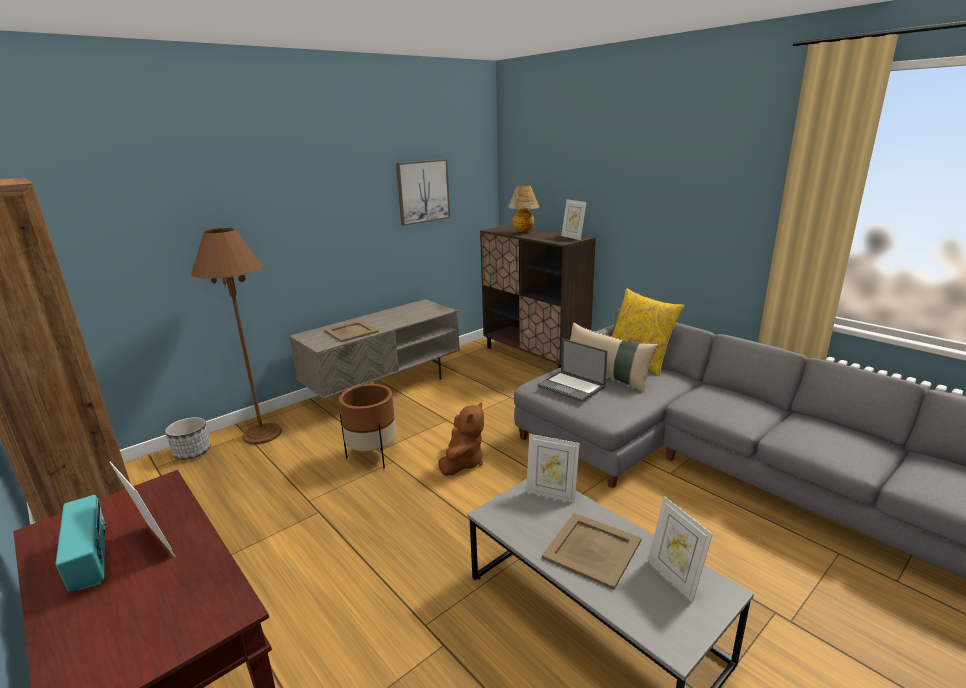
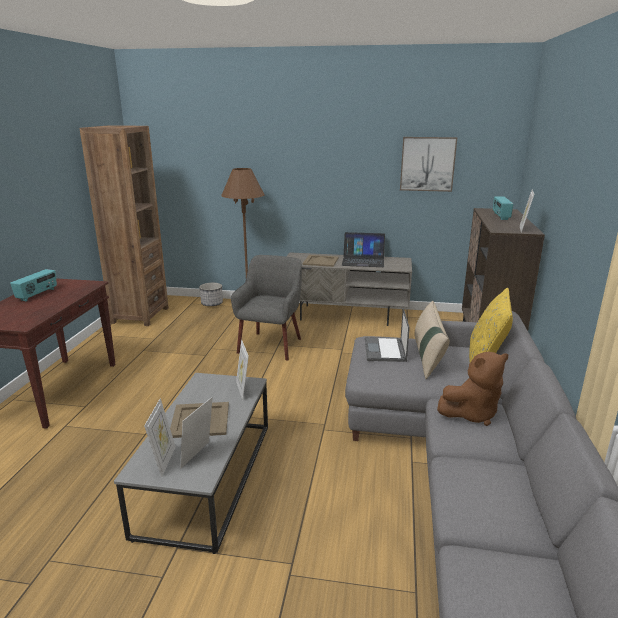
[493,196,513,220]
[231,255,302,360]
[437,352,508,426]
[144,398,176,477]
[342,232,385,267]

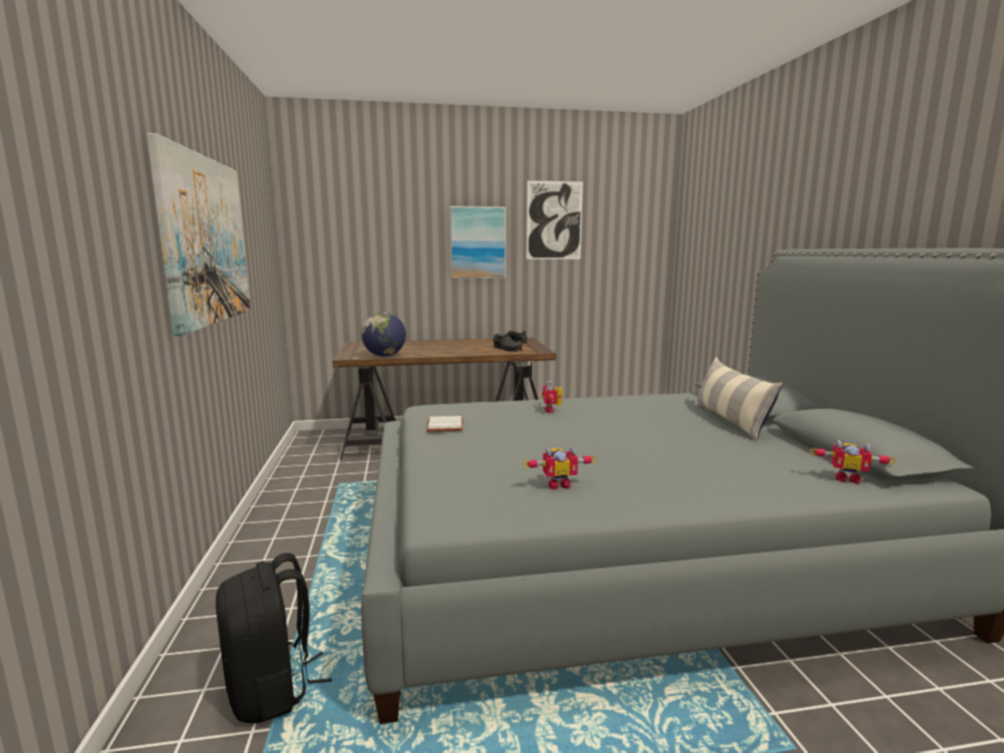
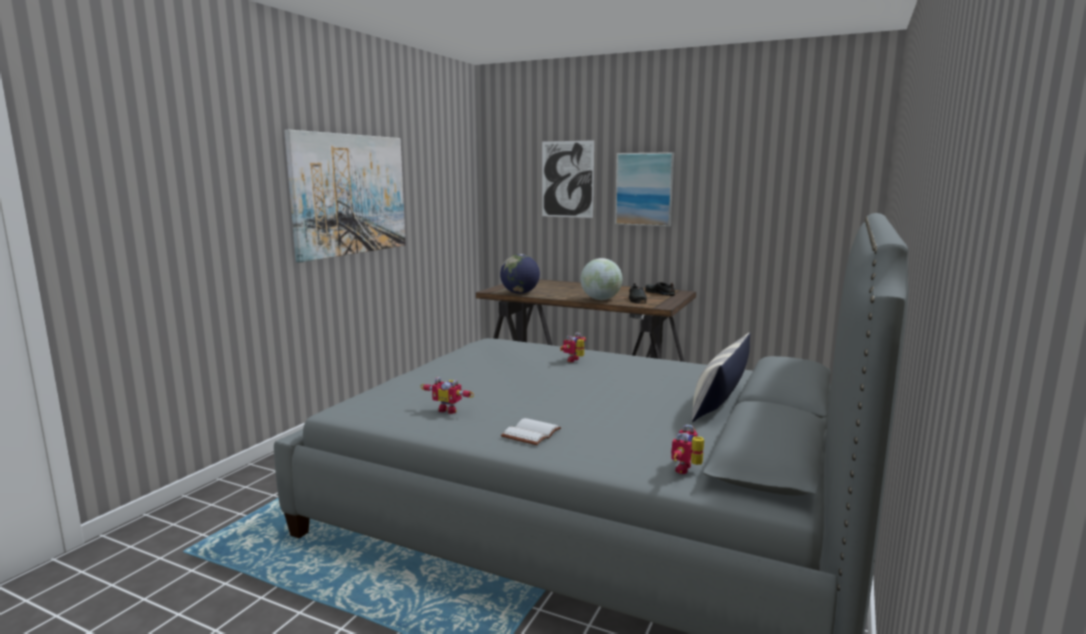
[542,140,594,218]
[501,418,561,445]
[671,424,704,474]
[216,553,332,723] (first image)
[580,258,623,300]

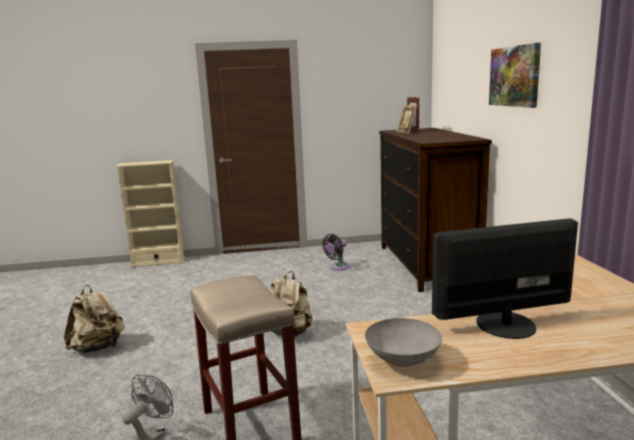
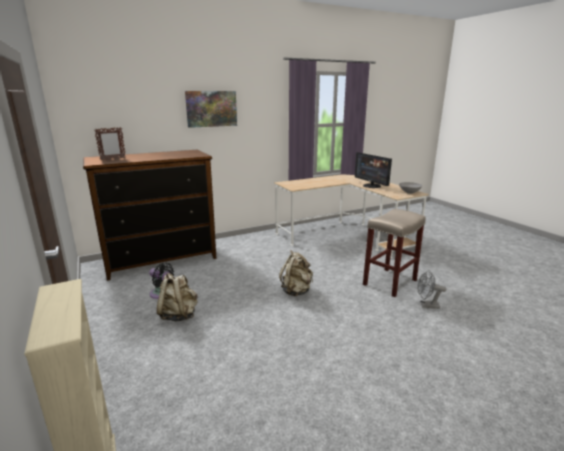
[397,105,417,133] (first image)
[157,273,197,321]

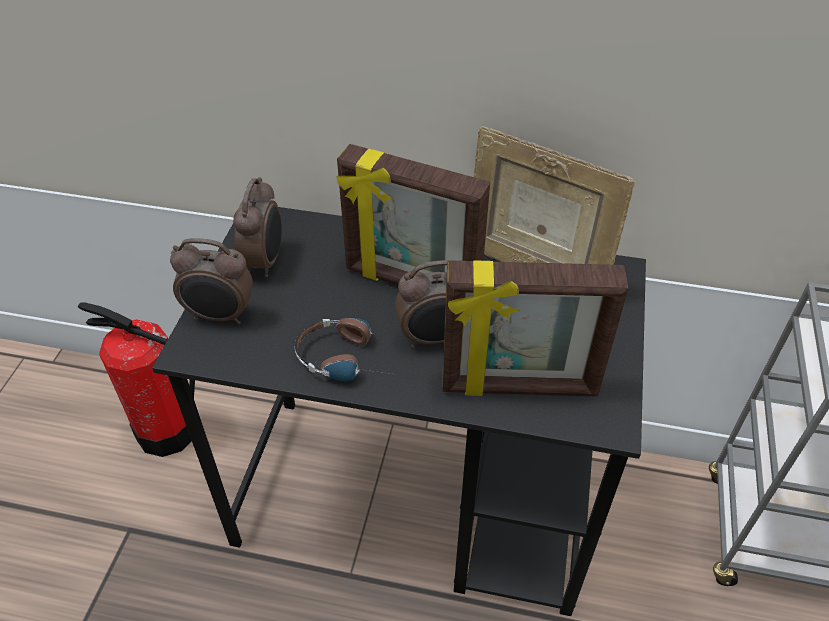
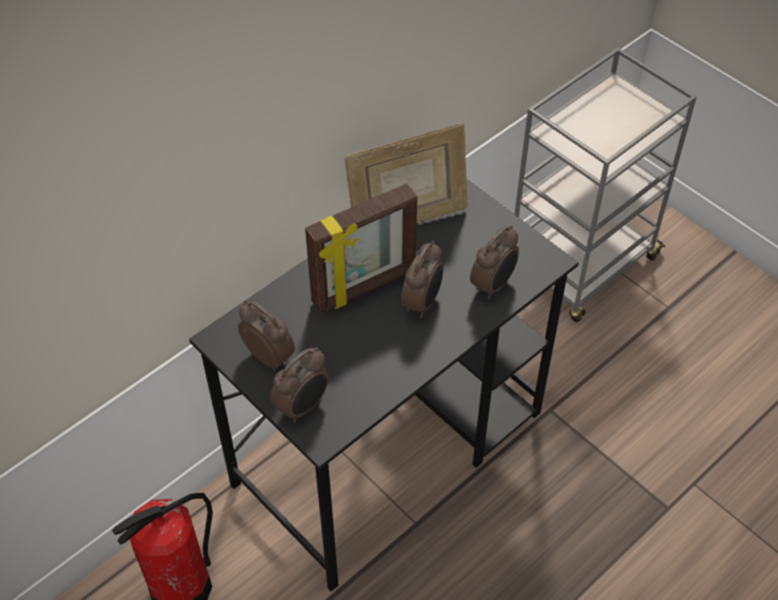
[470,225,519,299]
[295,318,391,382] (first image)

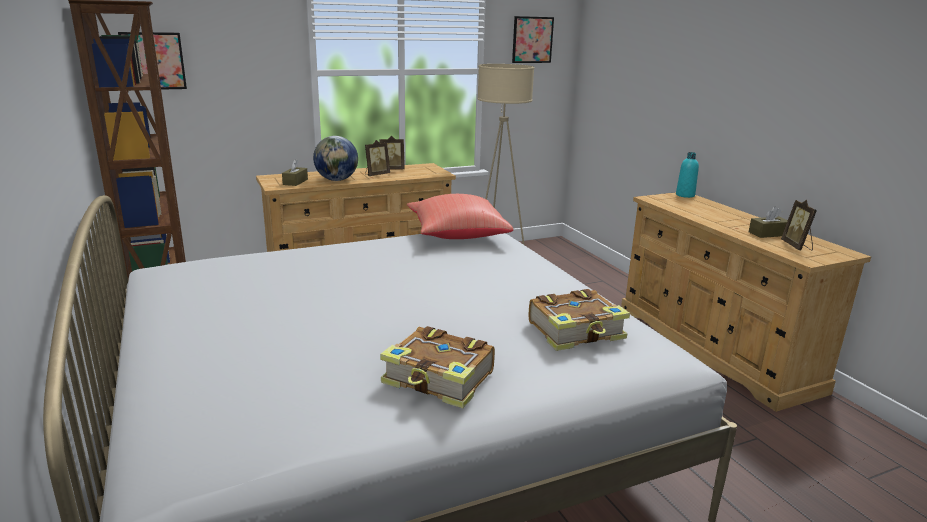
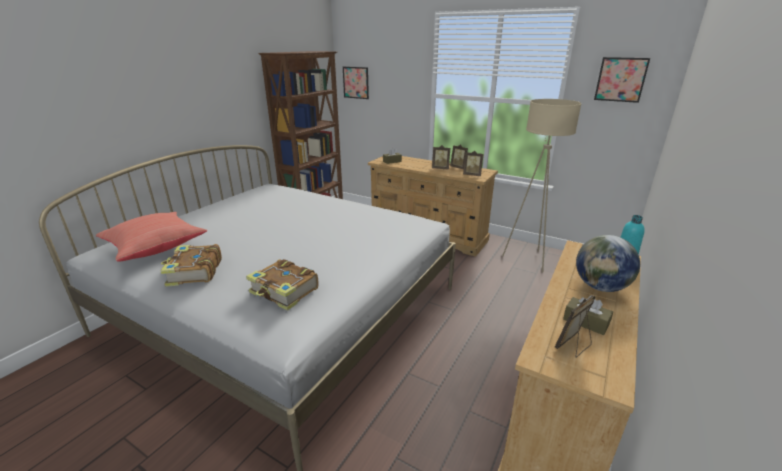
[576,235,640,292]
[96,212,207,262]
[463,151,484,176]

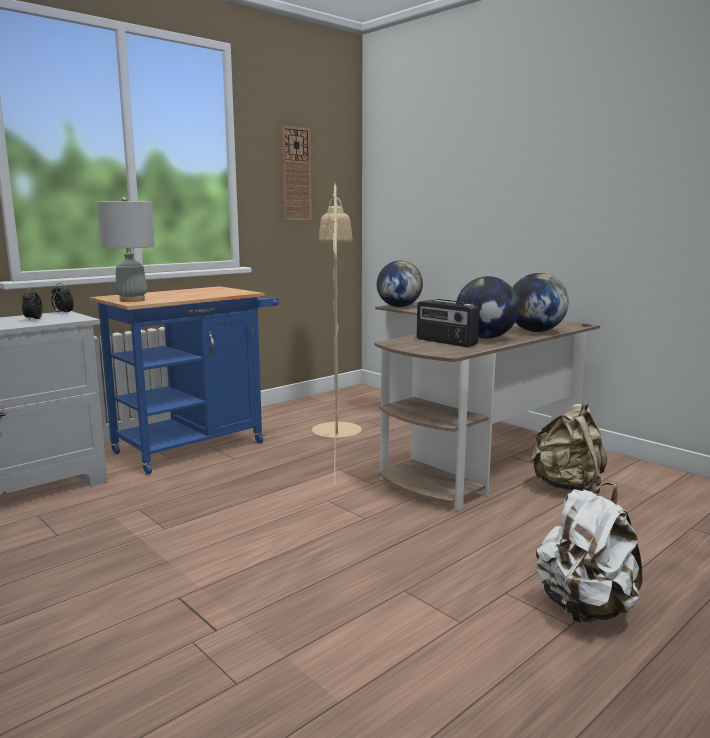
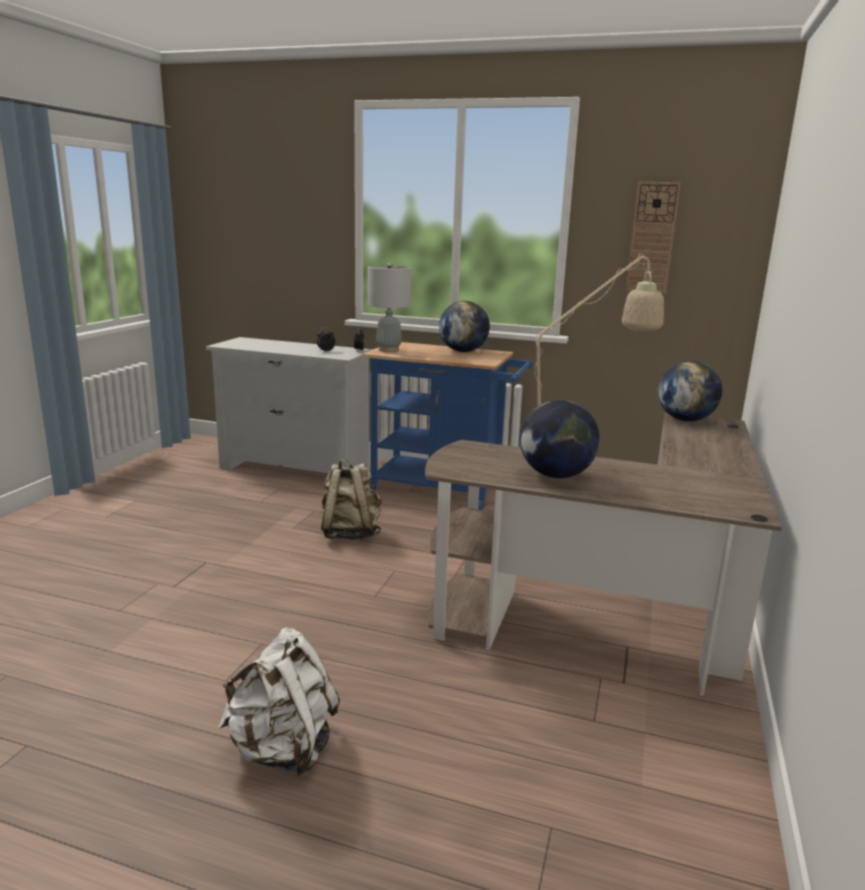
[439,301,490,352]
[417,299,479,347] (first image)
[320,459,382,540]

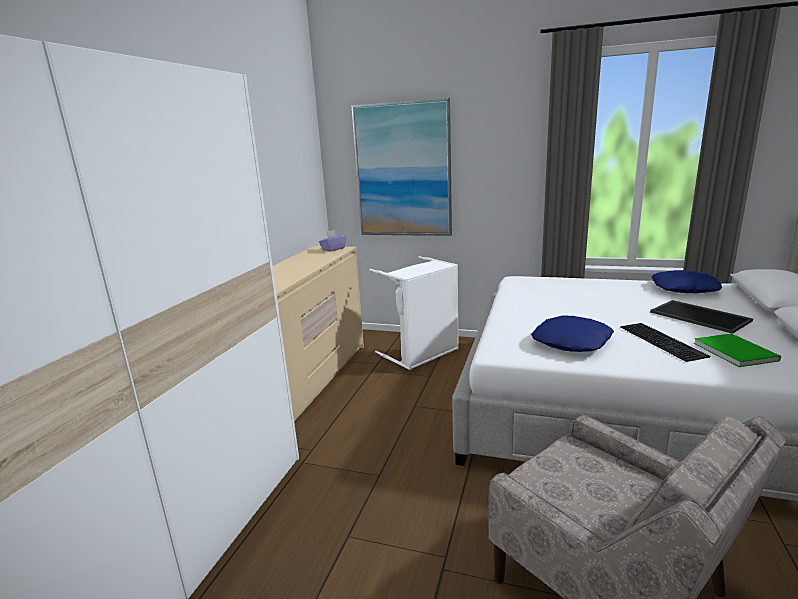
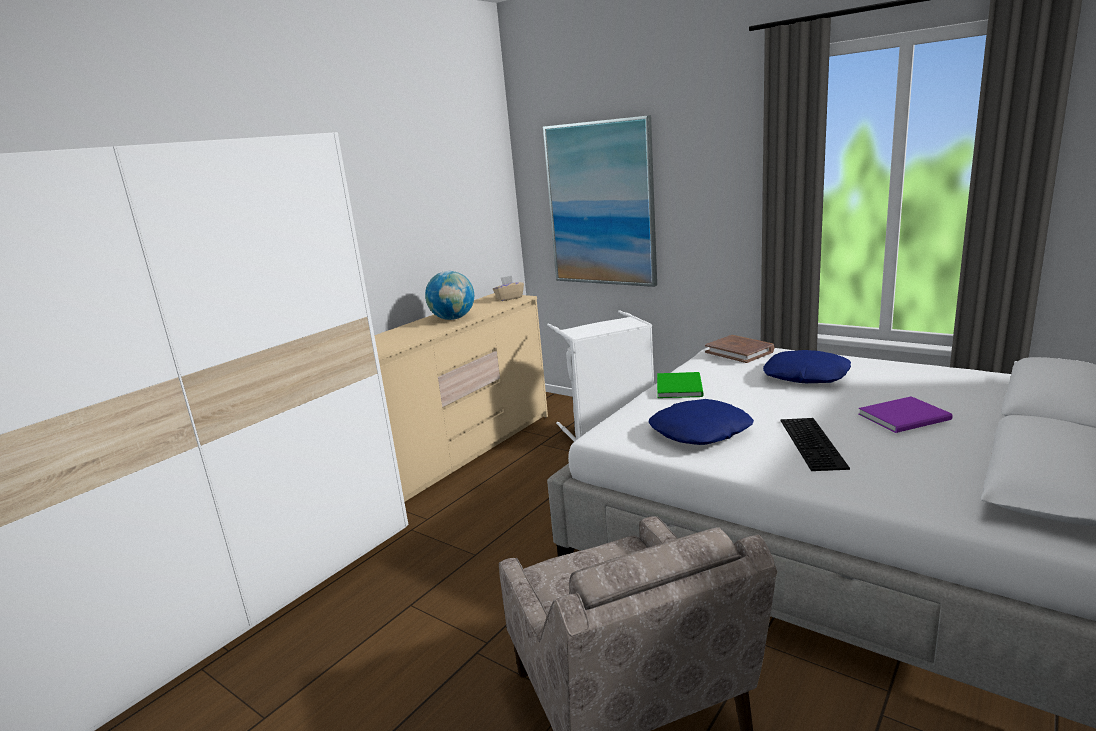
[493,276,524,301]
[763,350,851,383]
[859,396,953,433]
[657,372,704,398]
[425,271,474,320]
[705,335,774,363]

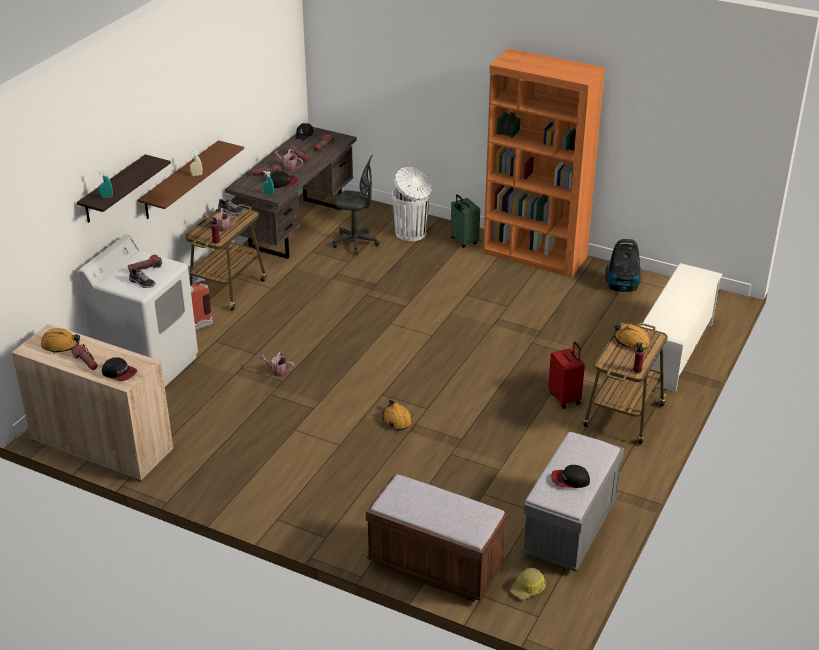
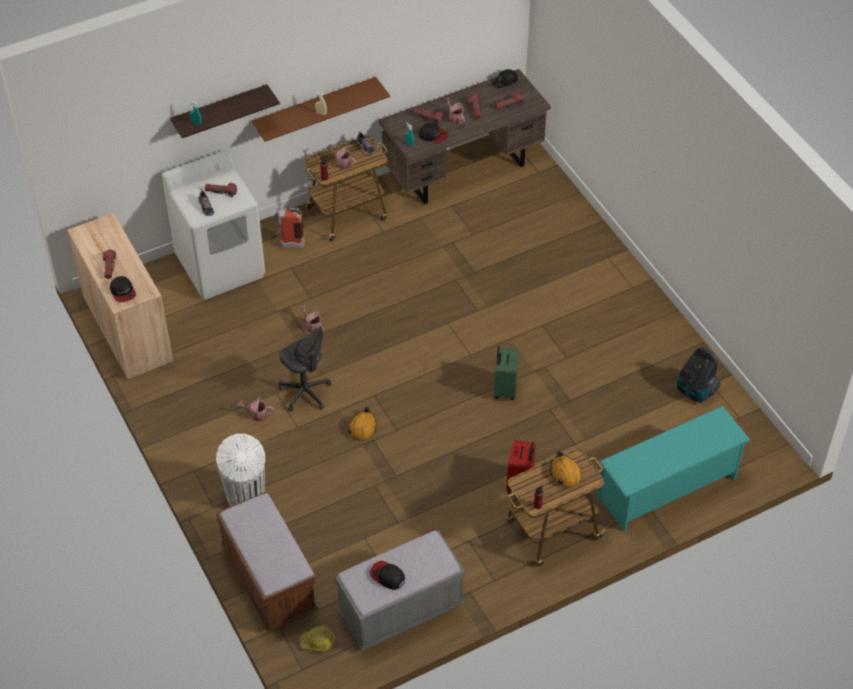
[483,48,605,278] (first image)
[279,326,331,412]
[216,433,265,506]
[494,346,519,400]
[597,406,750,531]
[41,328,80,353] (first image)
[237,398,274,422]

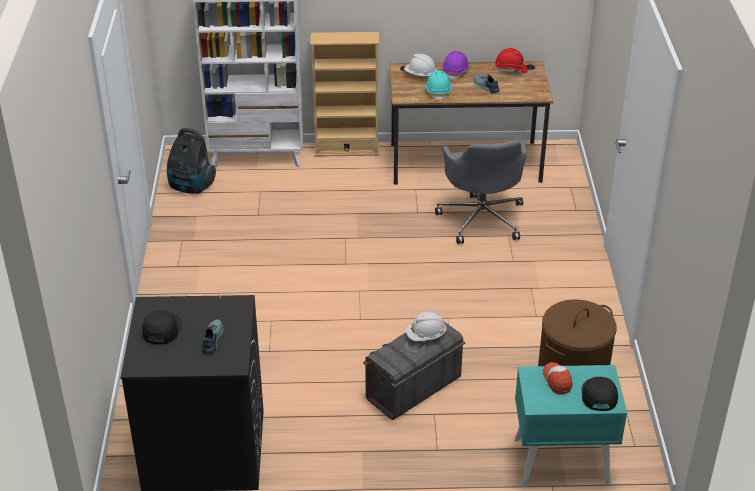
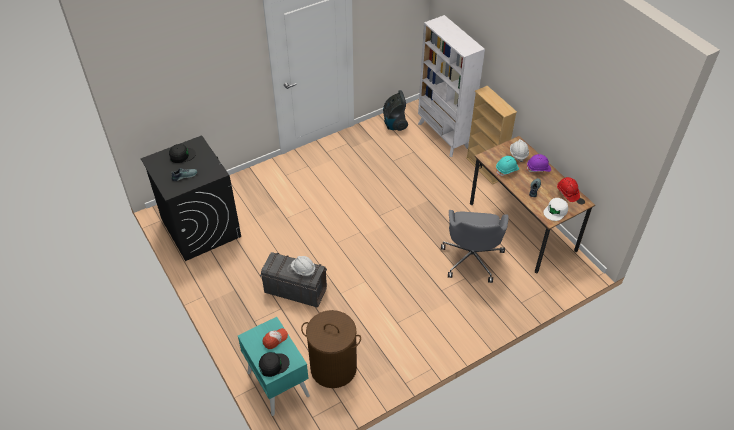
[441,210,508,283]
[543,198,568,221]

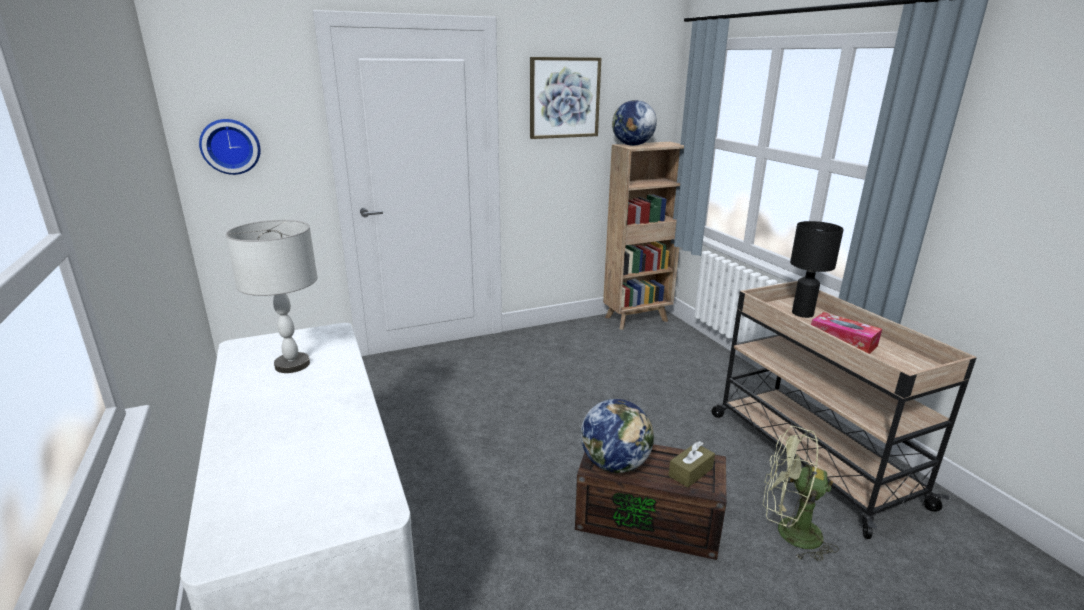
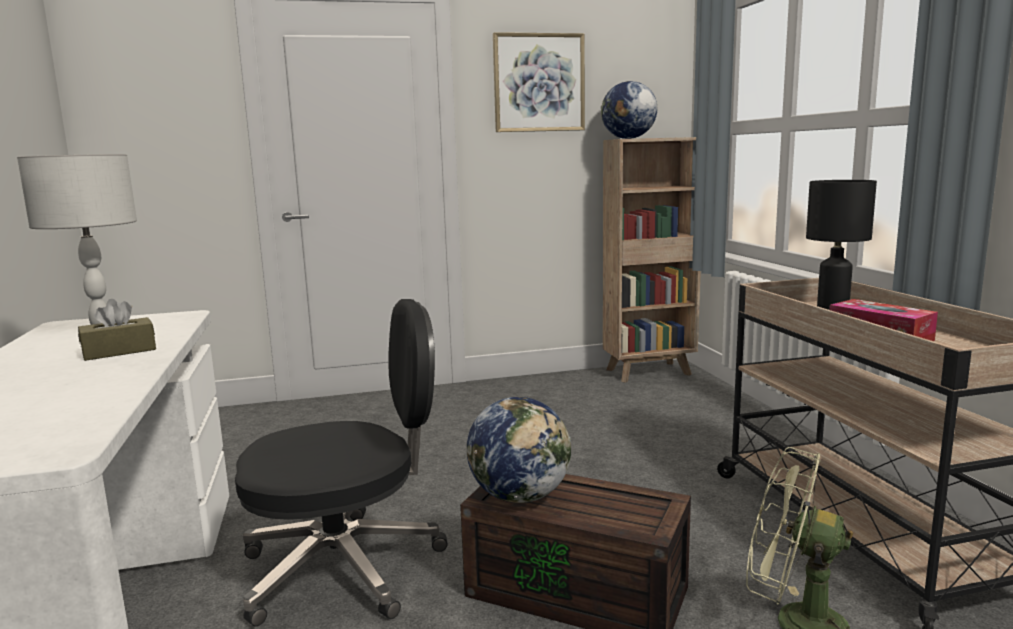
[199,119,261,175] (first image)
[78,299,156,361]
[235,299,447,626]

